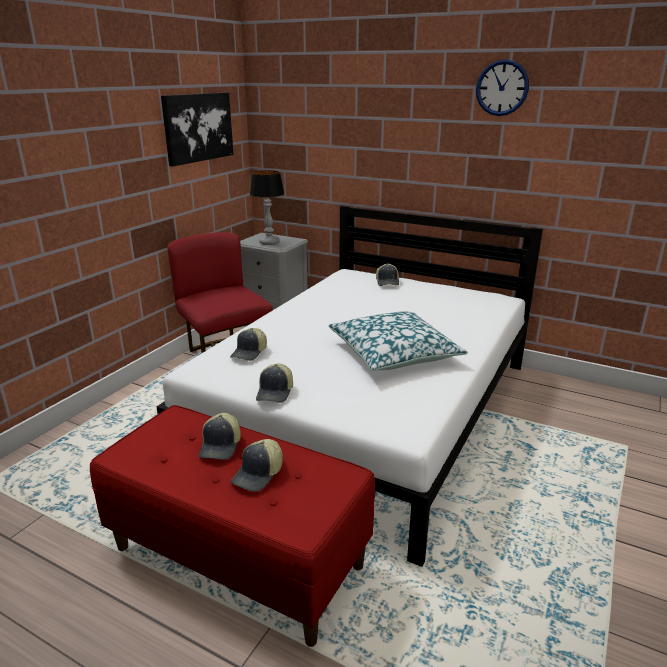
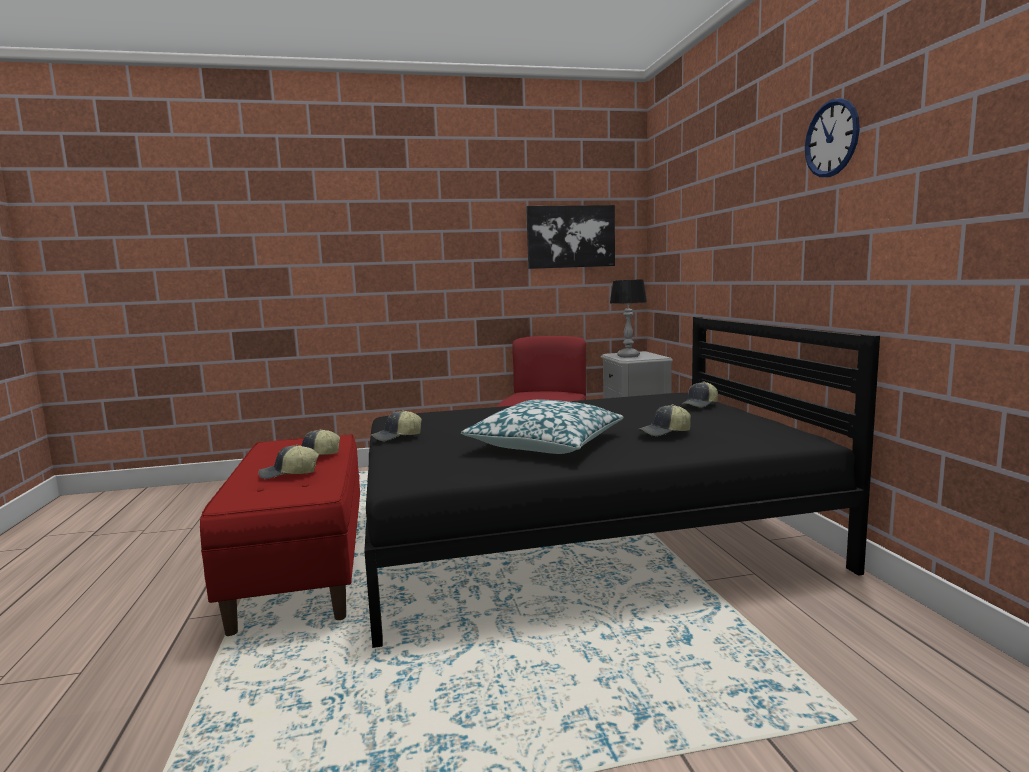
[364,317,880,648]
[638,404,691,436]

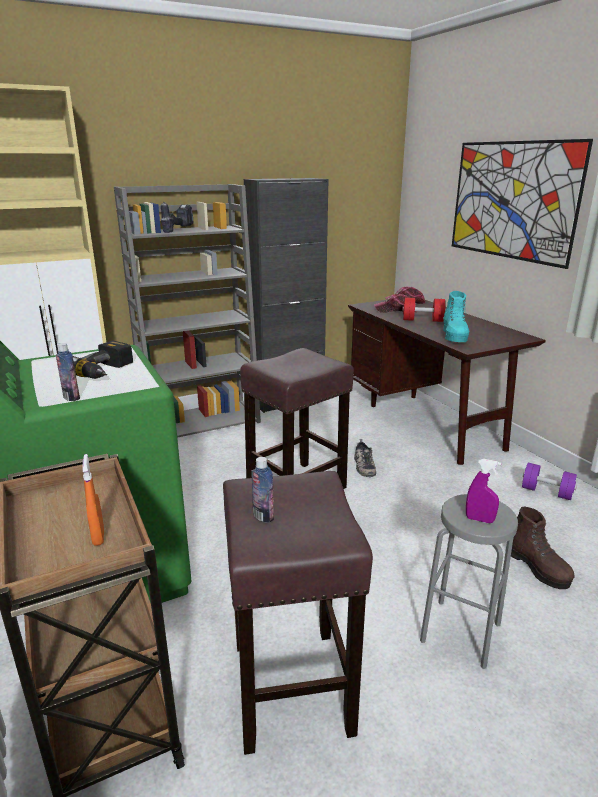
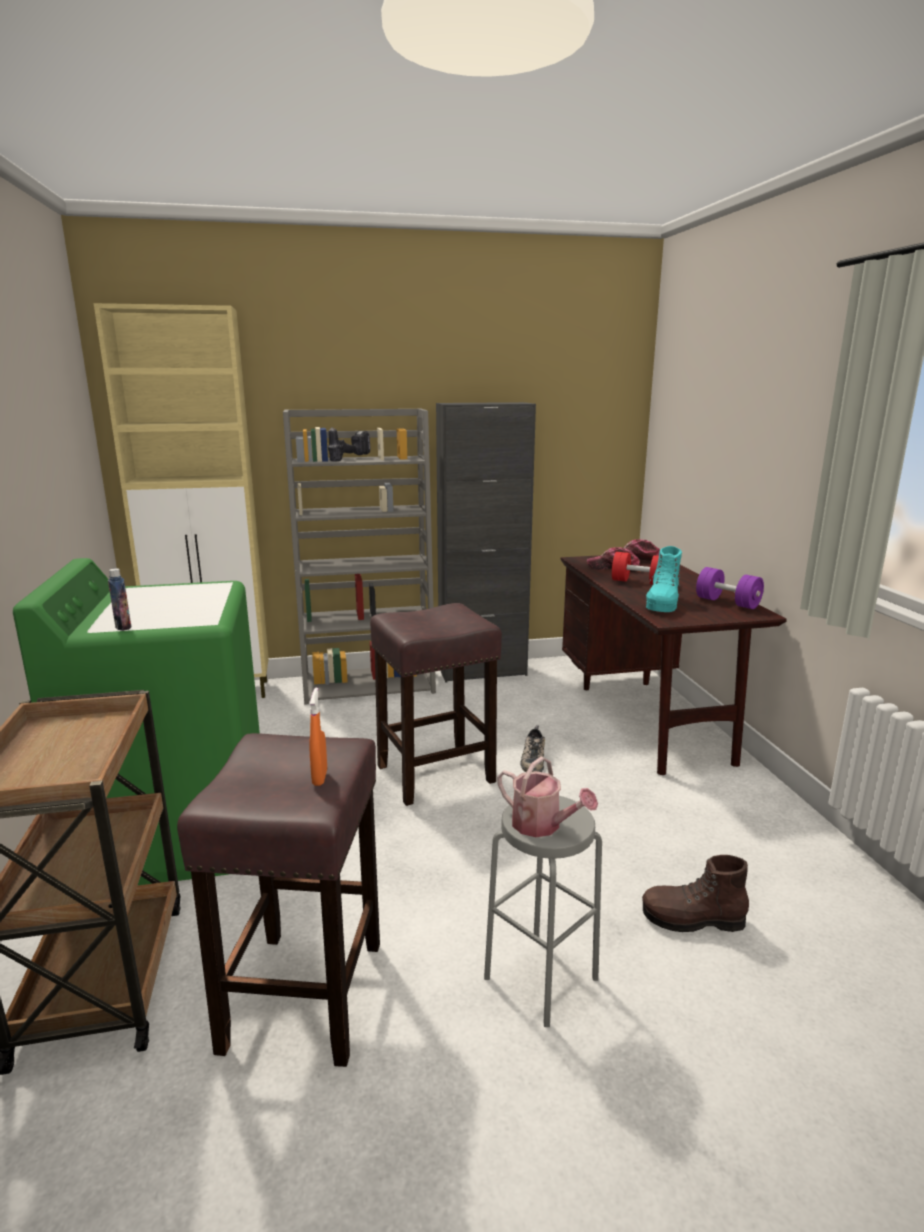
[452,139,593,269] (first image)
[73,340,133,379] (first image)
[309,688,327,786]
[251,457,274,523] (first image)
[497,757,598,837]
[696,567,764,609]
[642,855,749,932]

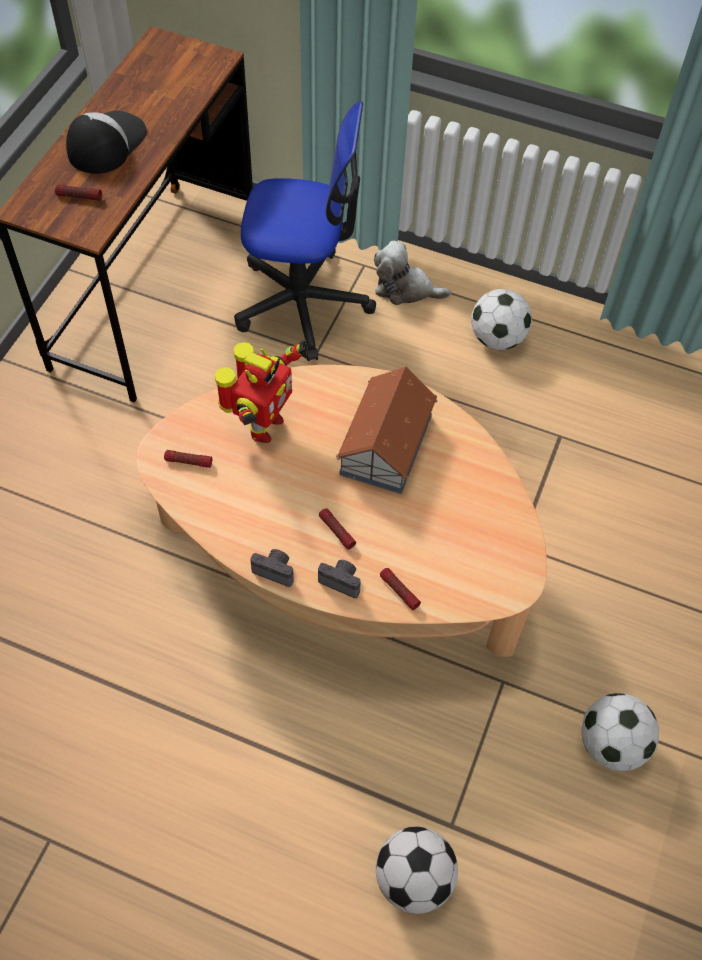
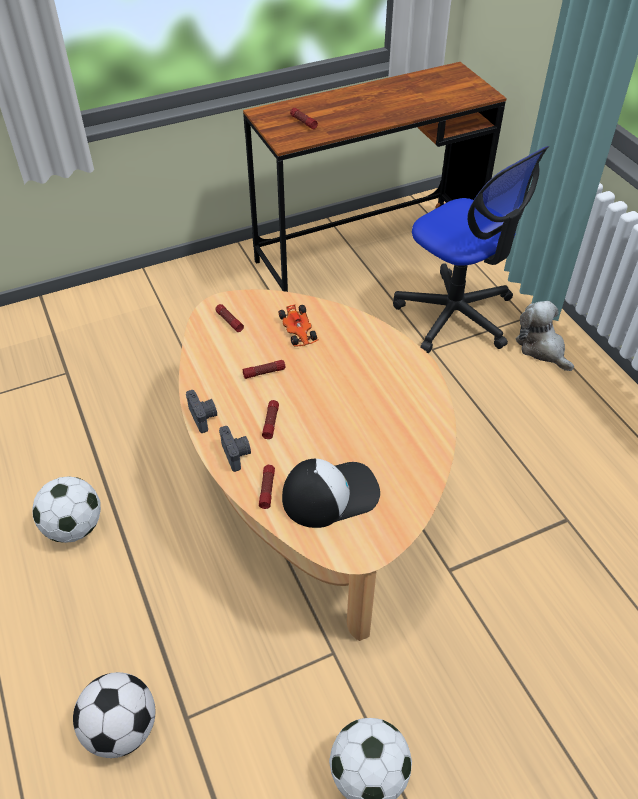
[282,459,380,528]
[32,476,101,543]
[279,304,319,347]
[336,367,437,494] (first image)
[243,360,285,379]

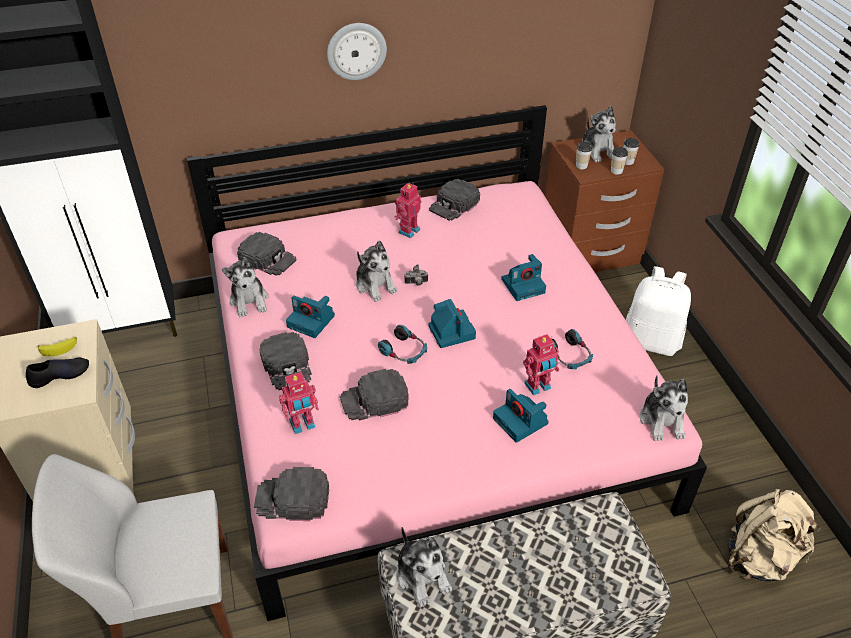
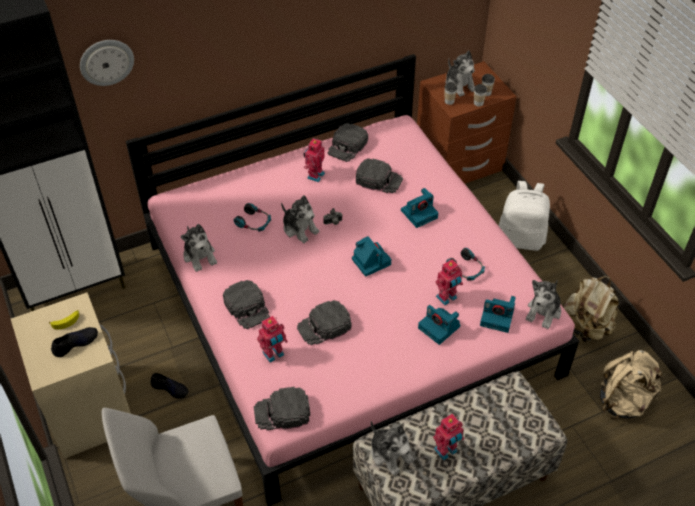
[80,40,134,86]
[356,158,403,193]
[480,296,516,333]
[234,203,271,232]
[526,280,561,329]
[563,276,619,343]
[150,373,189,399]
[433,414,464,461]

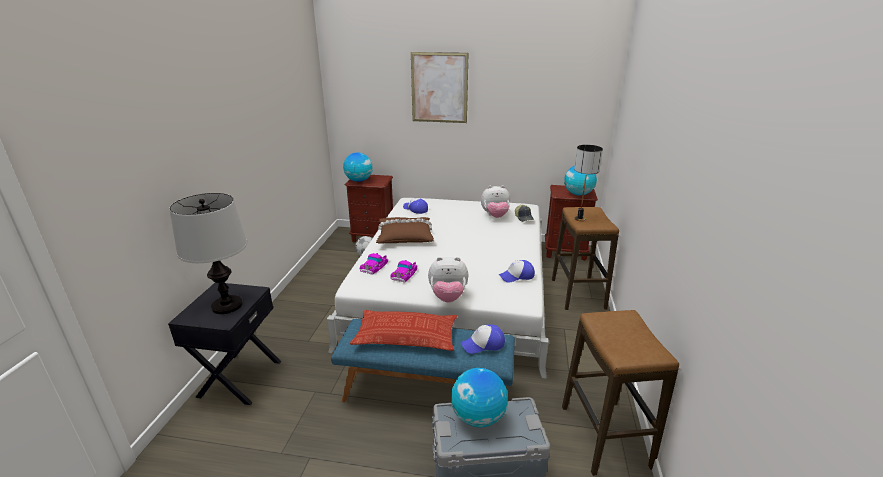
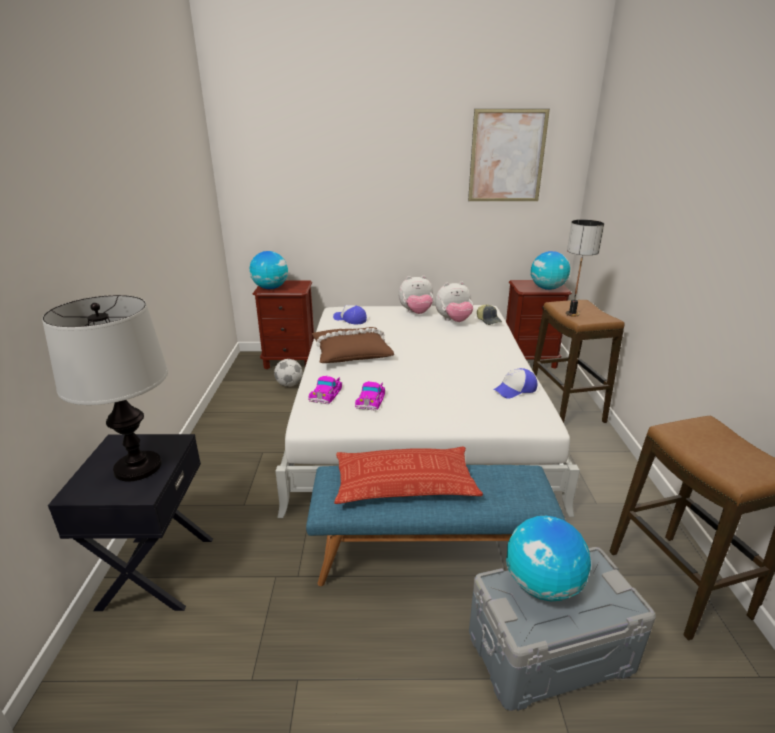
[468,109,550,201]
[398,275,433,314]
[461,324,505,354] (first image)

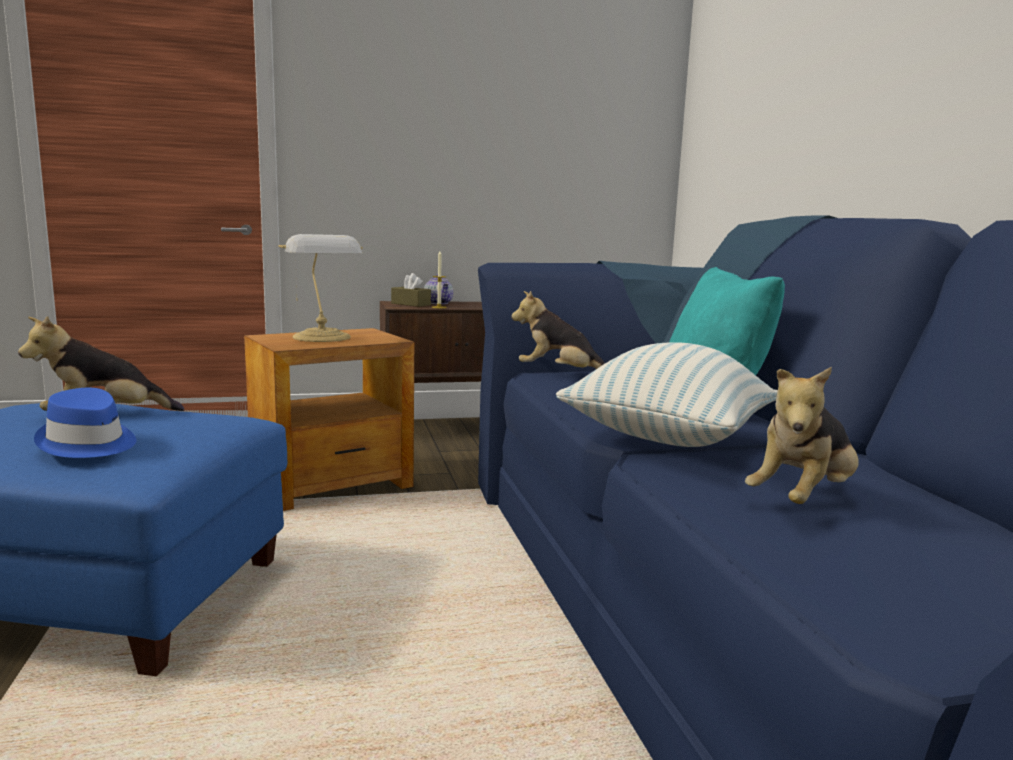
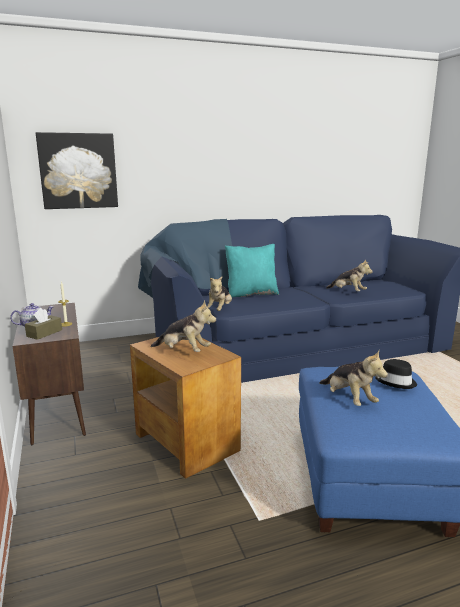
[150,300,216,352]
[556,342,778,447] (first image)
[375,359,417,389]
[36,132,118,209]

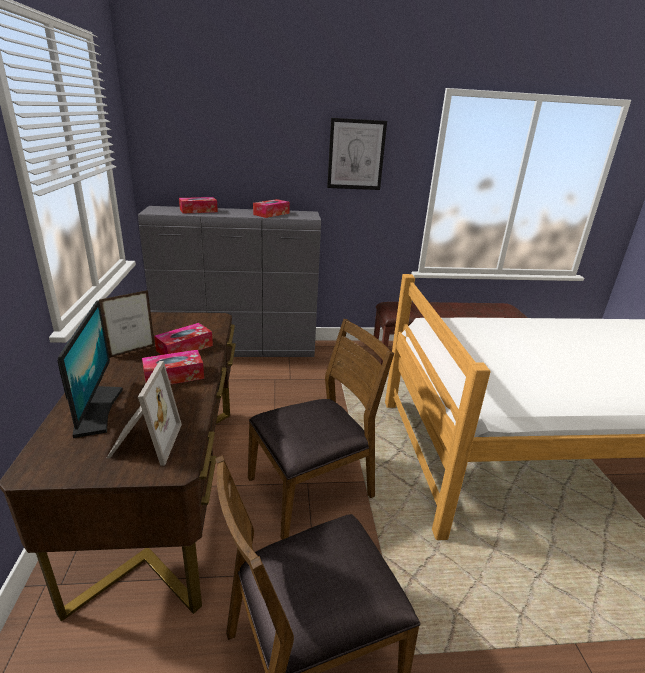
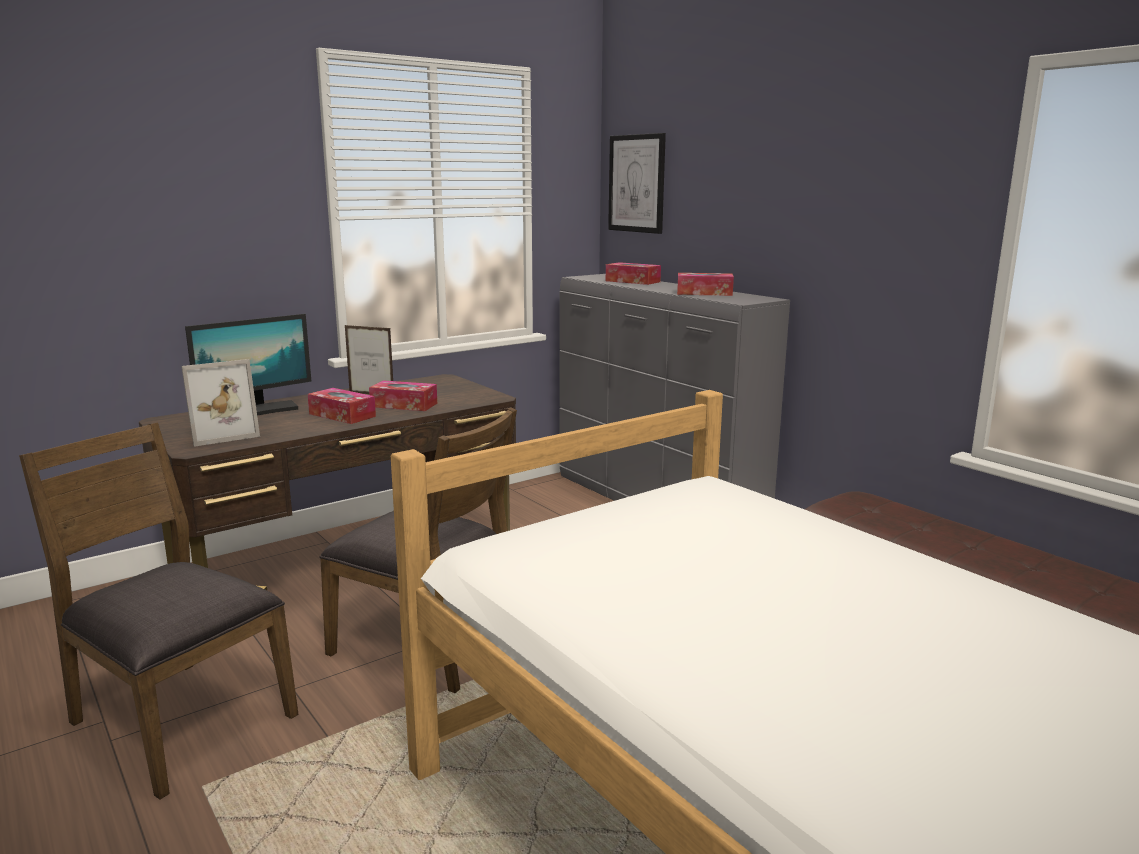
[608,133,666,234]

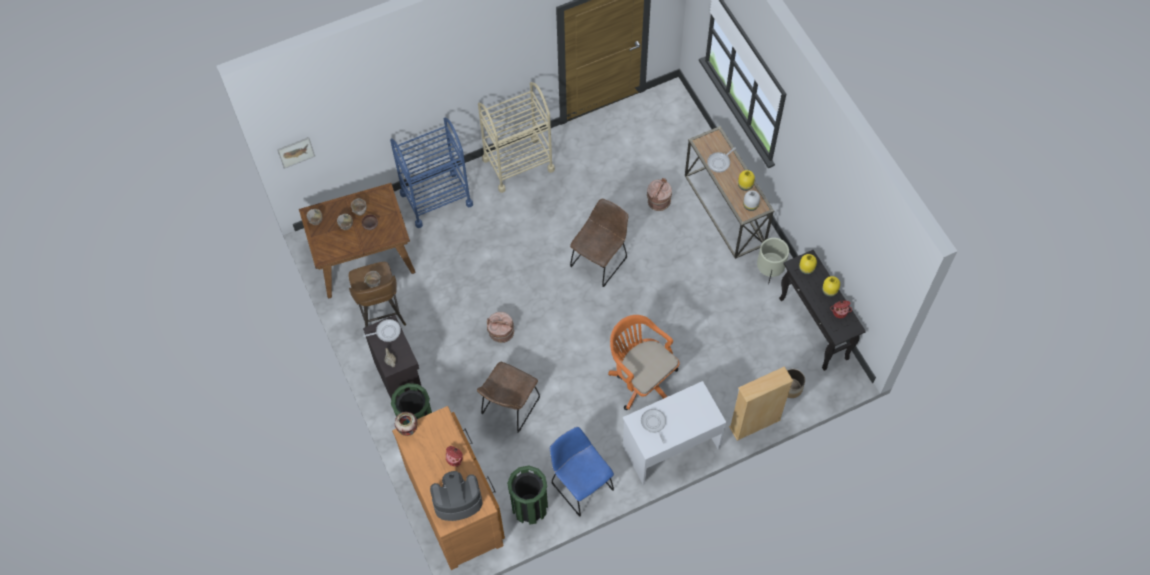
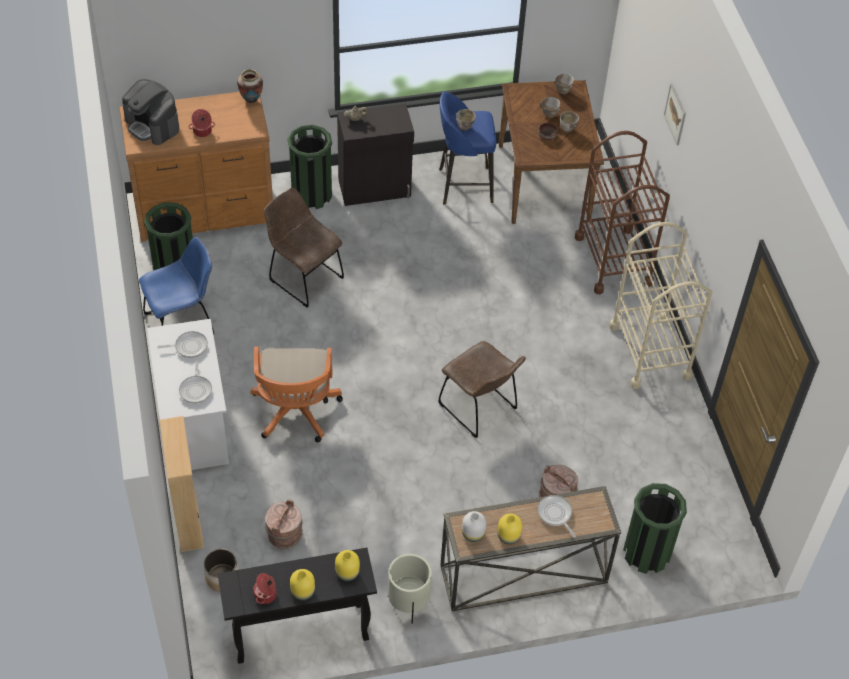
[575,131,670,294]
[664,83,686,145]
[439,92,496,205]
[265,499,303,549]
[250,347,343,442]
[179,361,212,404]
[122,79,179,145]
[623,483,687,574]

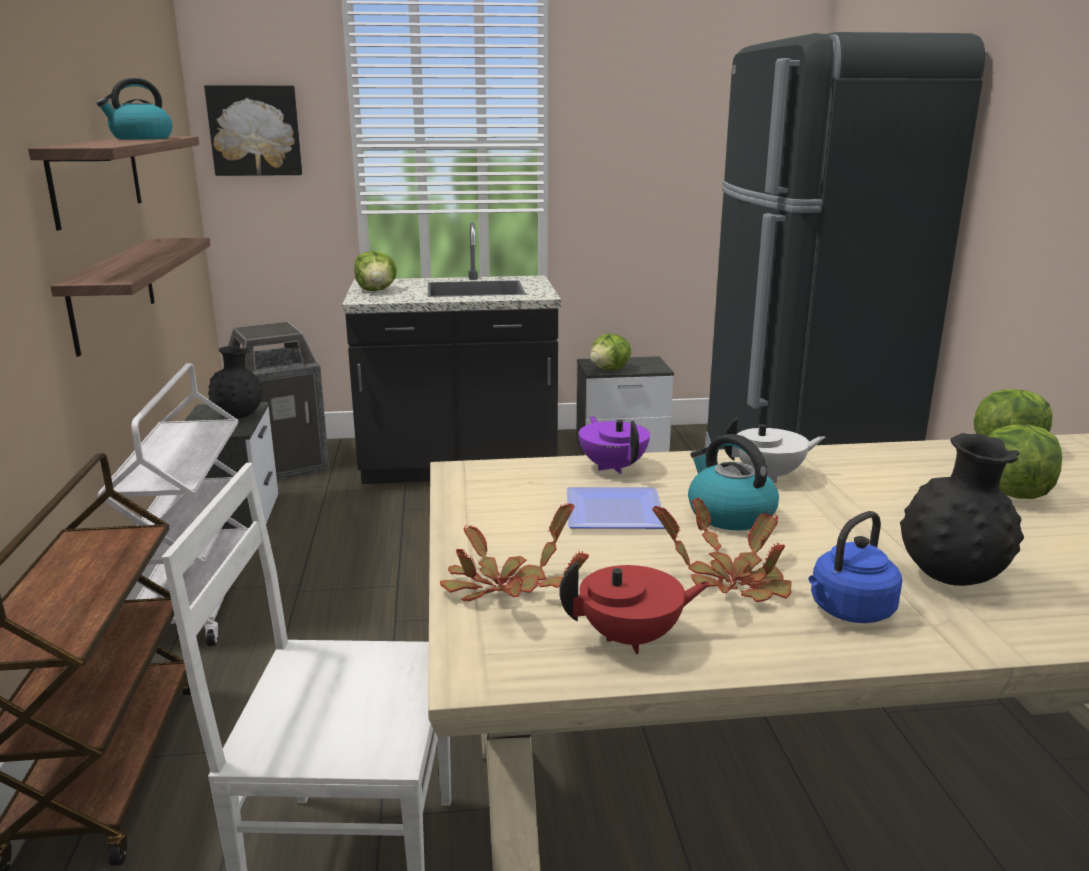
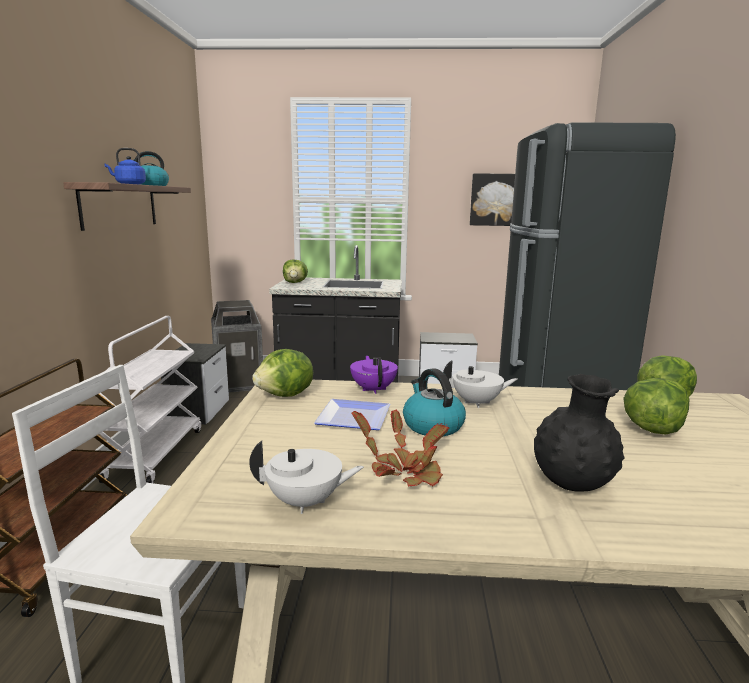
[470,173,515,226]
[50,238,211,357] (first image)
[252,349,313,397]
[208,346,263,419] (first image)
[440,503,589,601] (first image)
[104,148,146,184]
[249,441,364,514]

